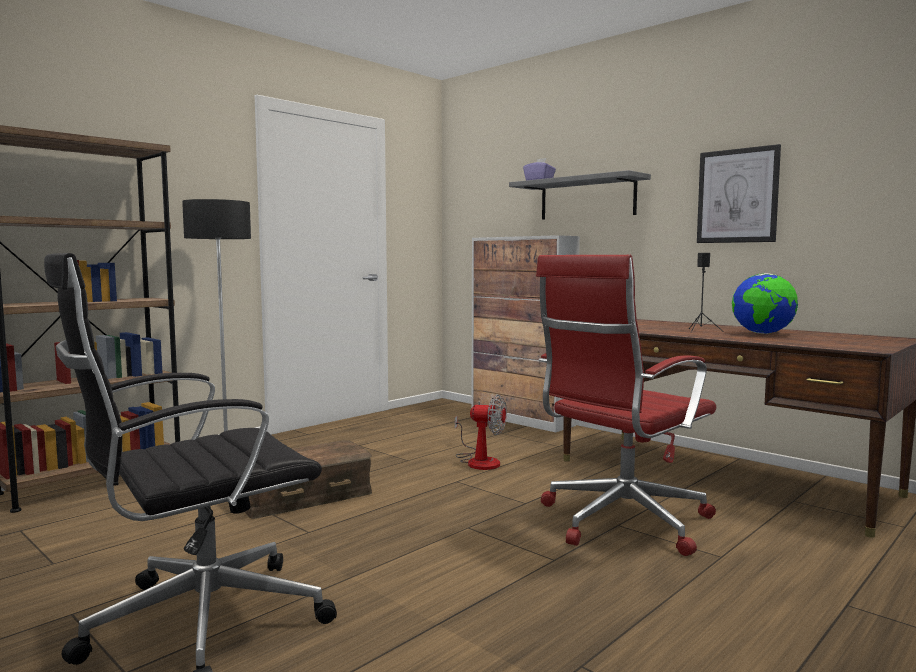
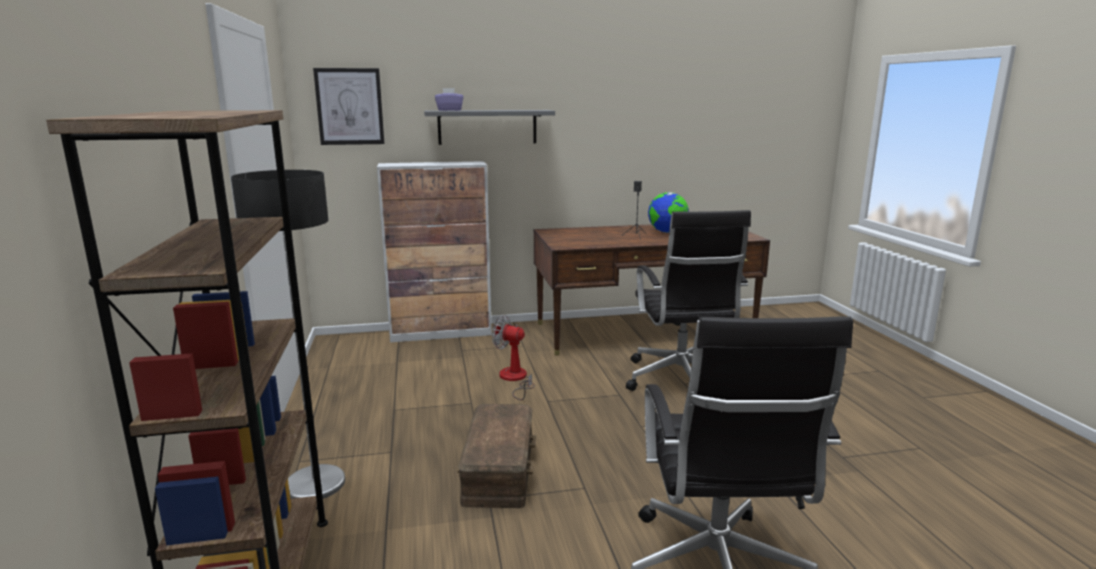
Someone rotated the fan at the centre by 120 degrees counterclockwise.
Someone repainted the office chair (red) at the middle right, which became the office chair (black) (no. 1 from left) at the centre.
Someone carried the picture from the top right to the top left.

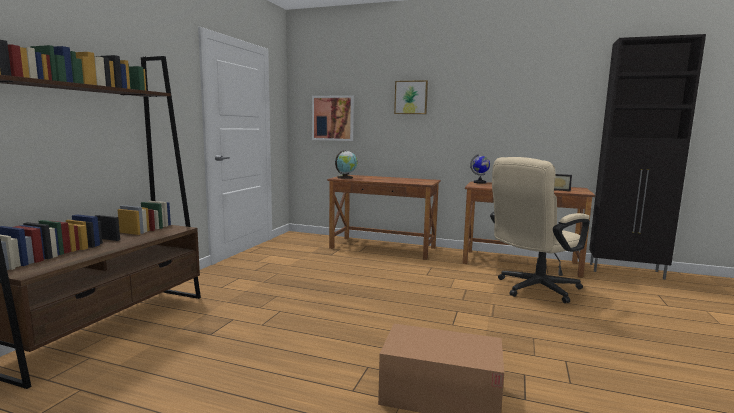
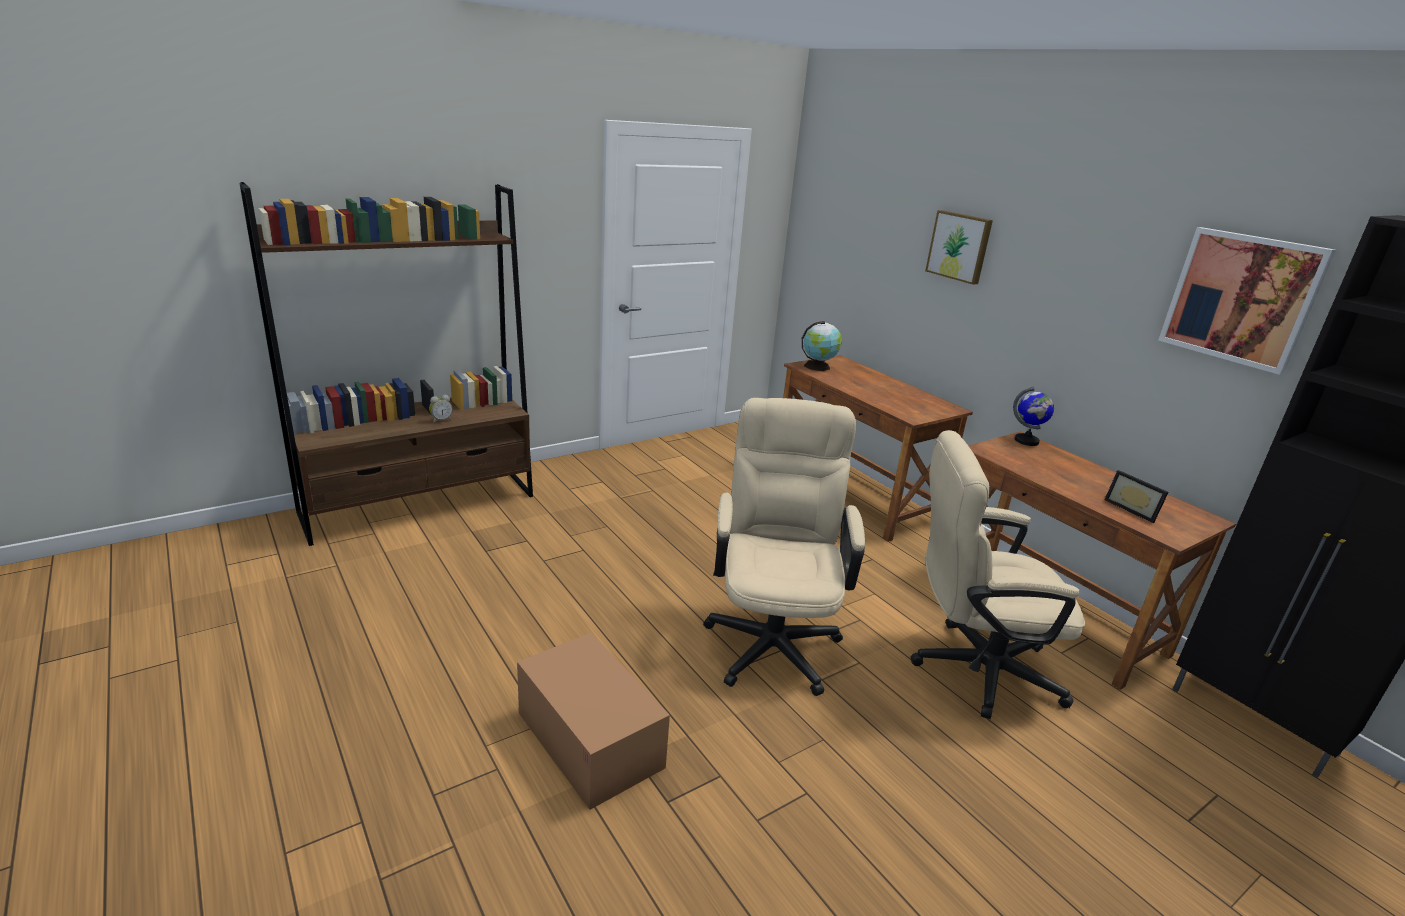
Someone carried the picture (no. 1 from left in the first image) from the top centre to the top right.
Someone put down the alarm clock at the middle left.
Someone put down the office chair (beige) (no. 1 from left) at the centre.

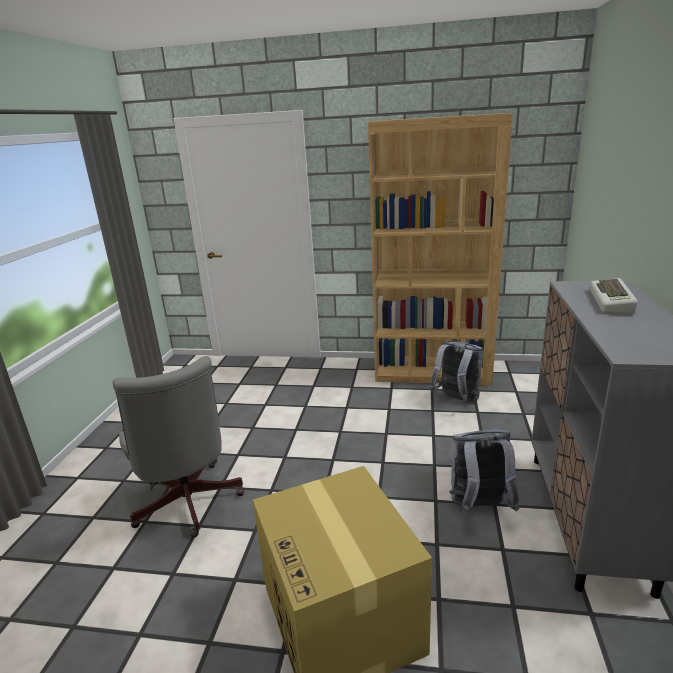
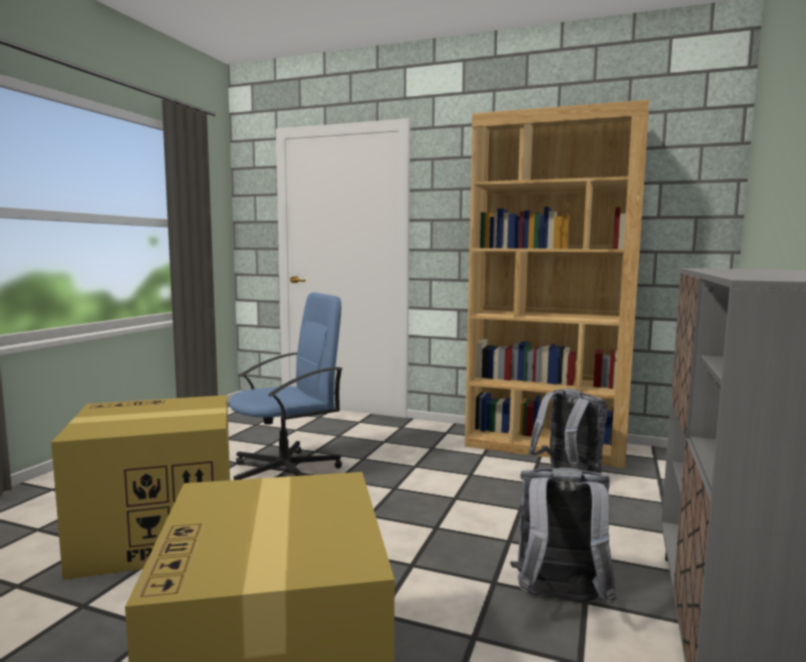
Someone swapped the office chair (grey) at the middle left for the cardboard box (no. 1 from left) at the bottom left.
Someone took away the keyboard at the middle right.
Someone put down the office chair (blue) at the centre.

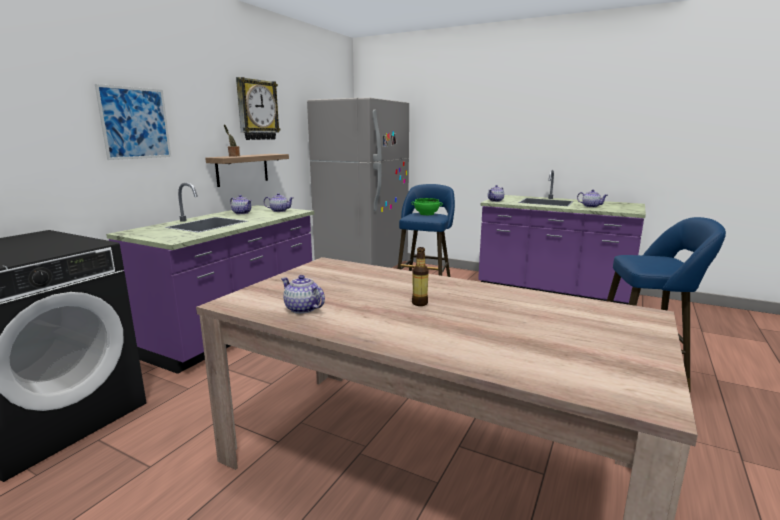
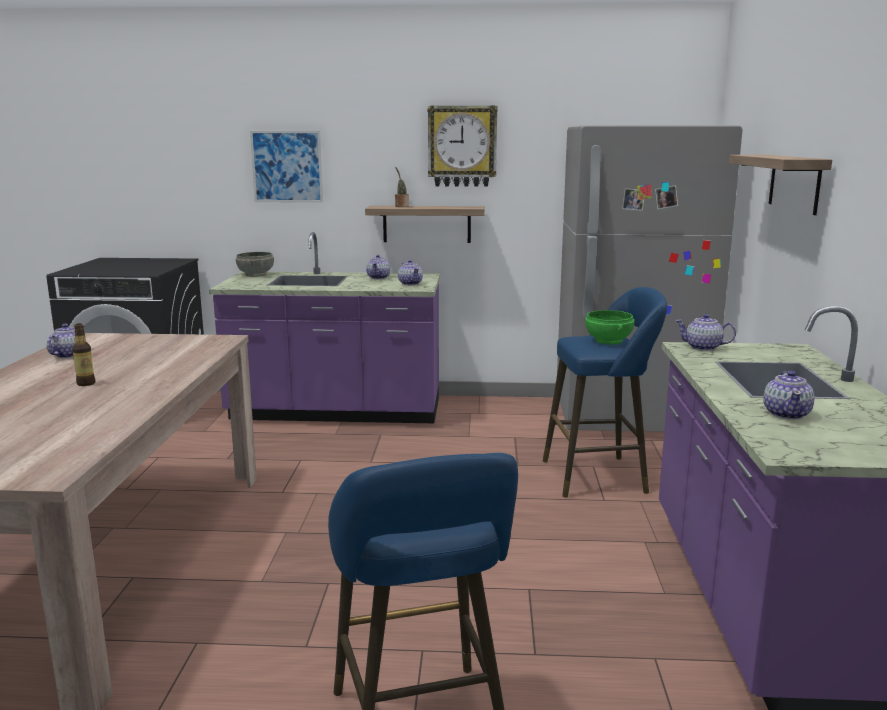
Someone put down the bowl (grey) at the middle left.
Someone put up the shelf (no. 2 from left) at the top right.

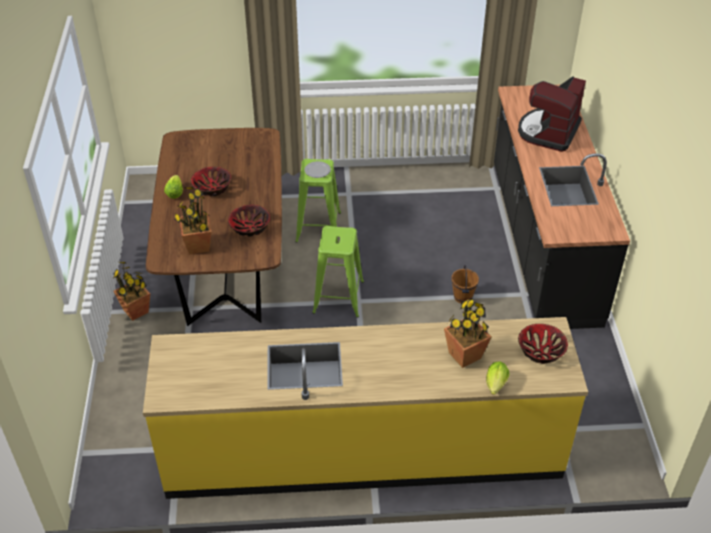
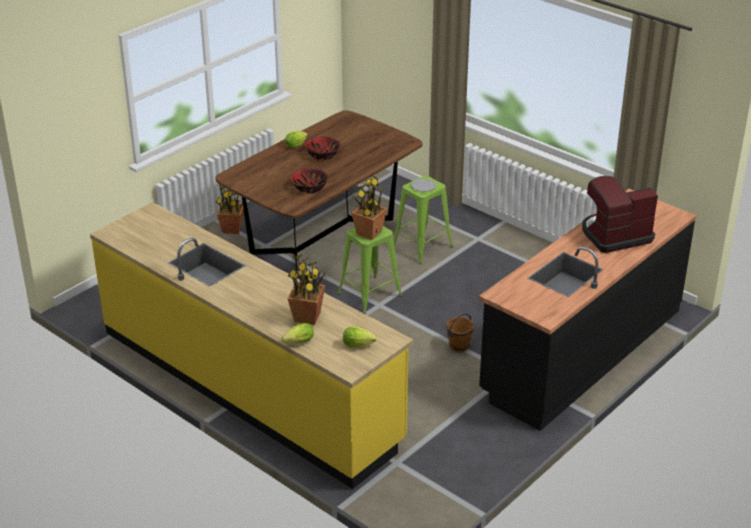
Someone carried the potted plant (no. 2 from left in the first image) from the middle left to the centre.
Someone swapped the bowl (no. 3 from left) at the middle right for the lettuce (no. 3 from left) at the centre.

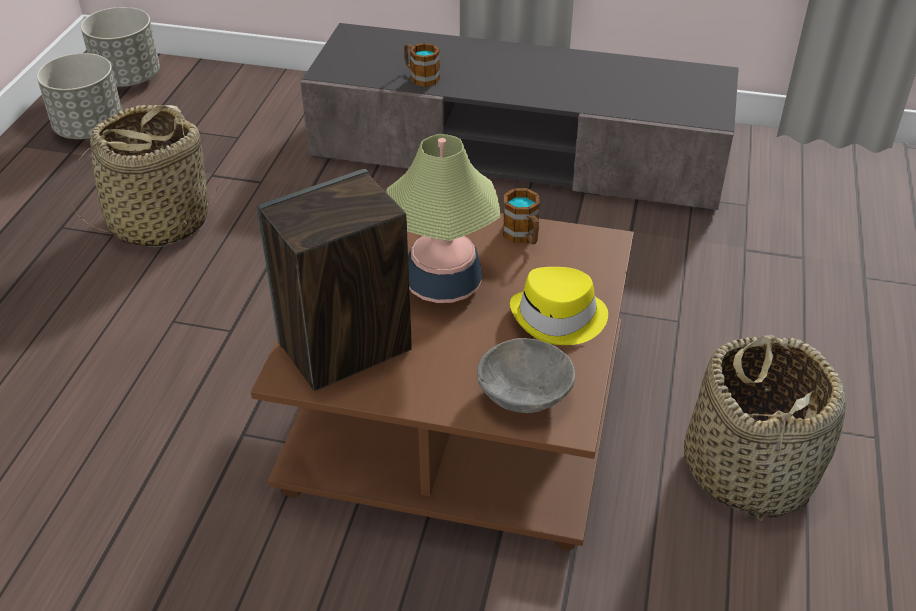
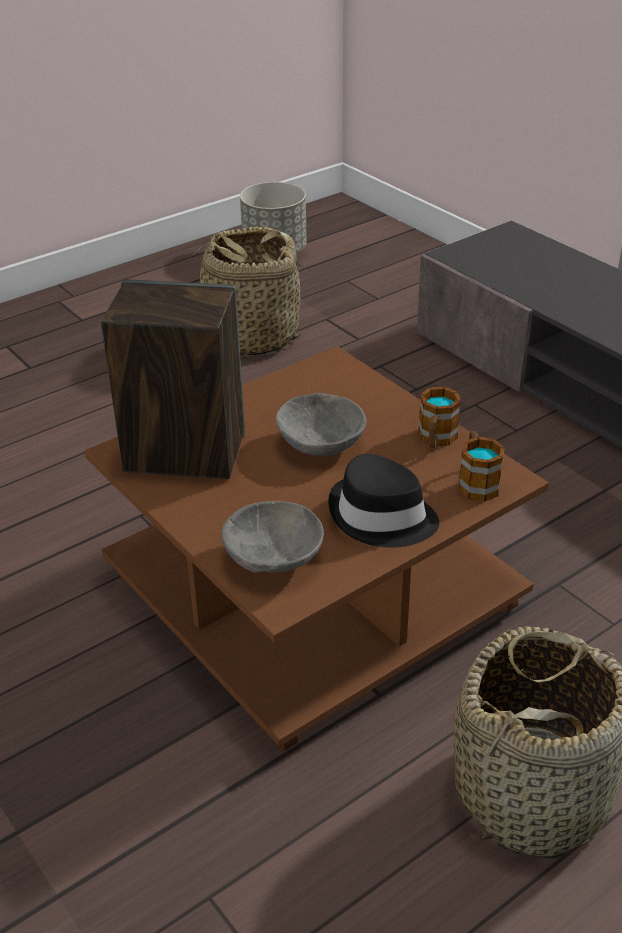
Someone took away the planter (grey) (no. 2 from left) at the top left.
Someone swapped the table lamp at the centre for the bowl (grey) (no. 2 from left) at the centre.
Someone carried the mug (no. 1 from left in the first image) from the top centre to the middle right.
Someone repainted the hat (yellow) at the centre, which became the hat (black) at the centre.

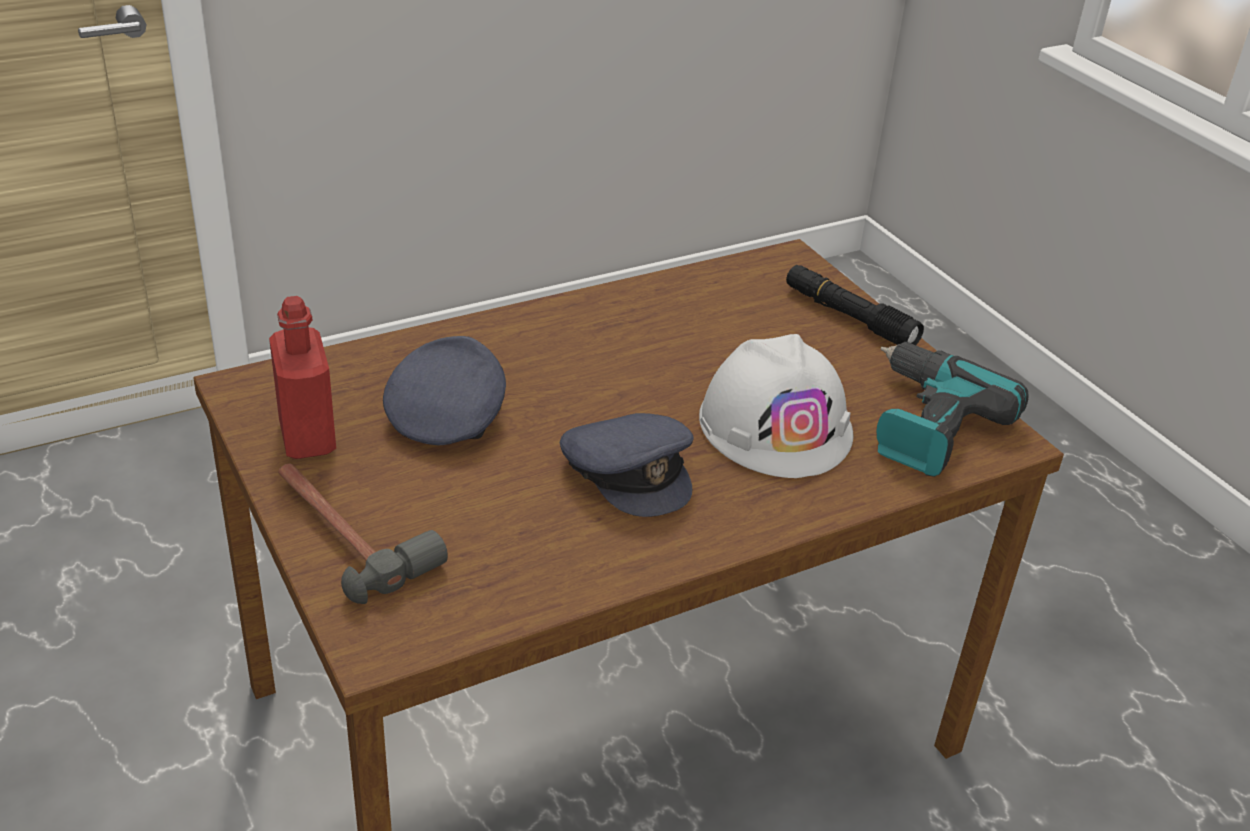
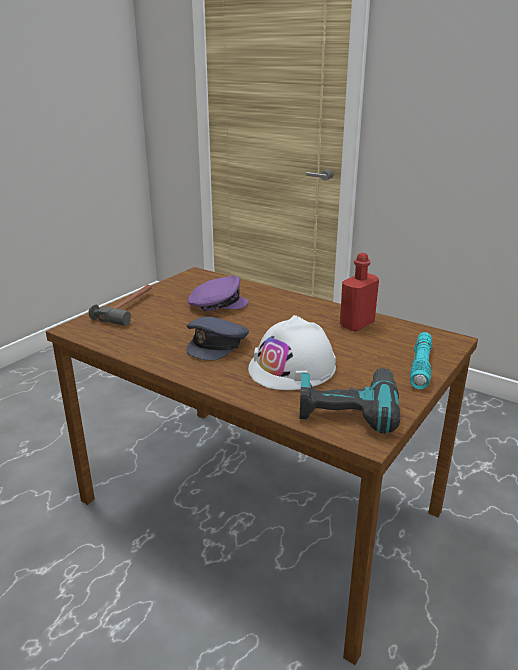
Someone carried the bottle (red) from the middle left to the middle right.
Someone repainted the cap (grey) (no. 1 from left) at the centre, which became the cap (purple) at the centre.
Someone repainted the flashlight (black) at the middle right, which became the flashlight (turquoise) at the middle right.

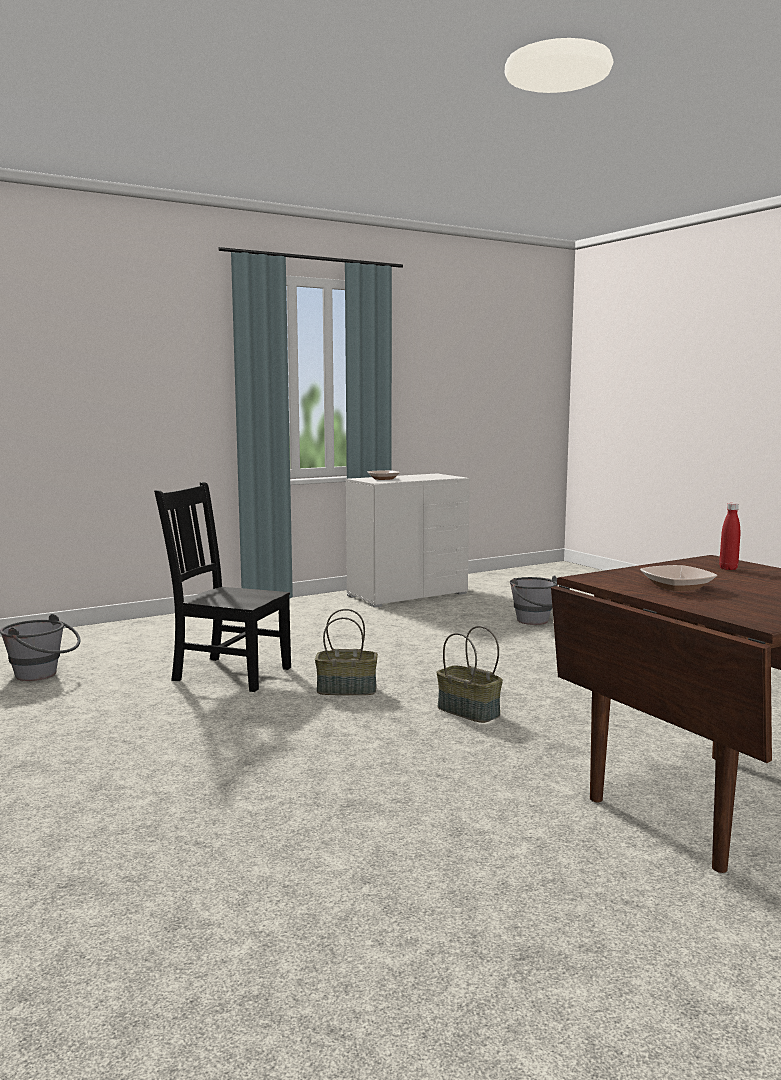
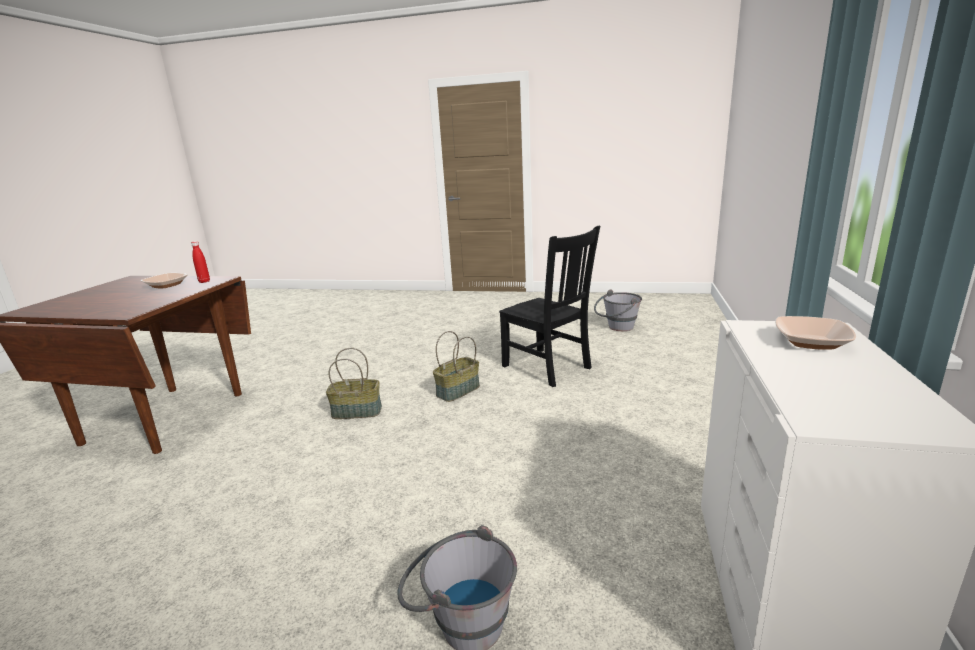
Someone rotated the chair (black) at the middle left by 75 degrees clockwise.
Someone carried the bottle (red) from the middle right to the middle left.

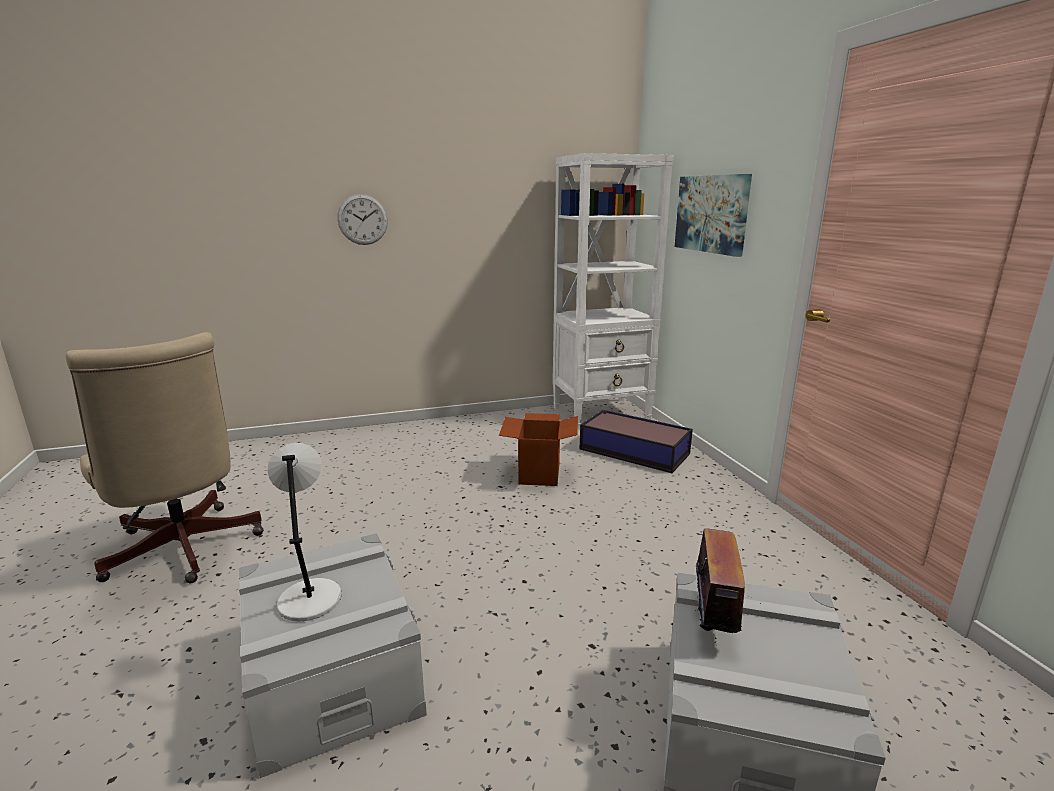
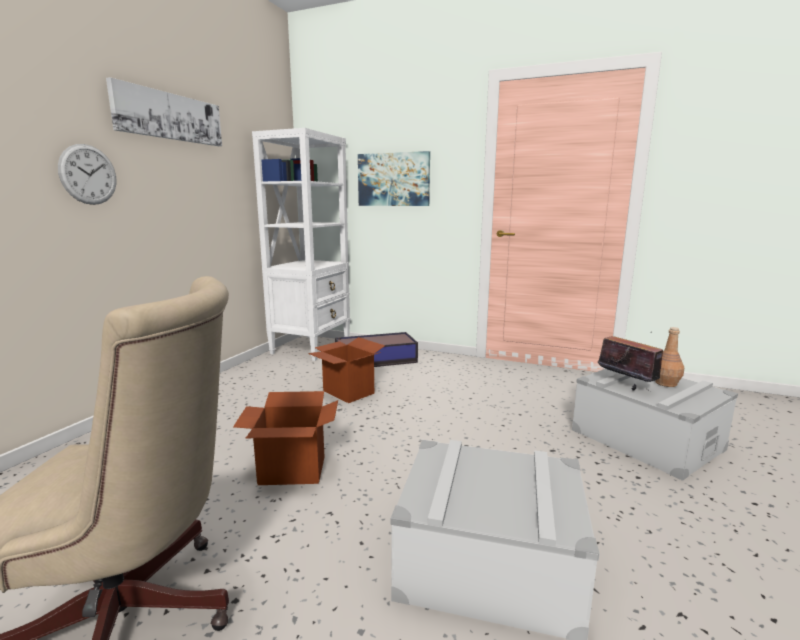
Someone took away the table lamp (grey) at the bottom left.
Someone put up the picture (no. 1 from left) at the top left.
Someone put down the cardboard box (no. 1 from left) at the bottom centre.
Someone put down the bottle (brown) at the middle right.

